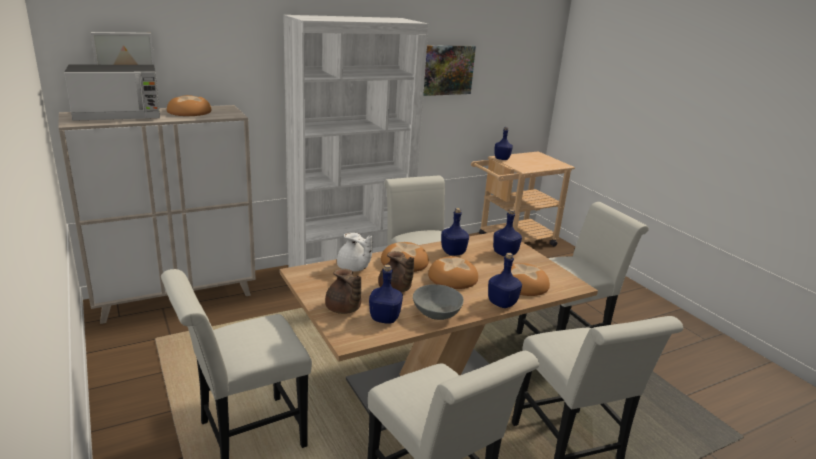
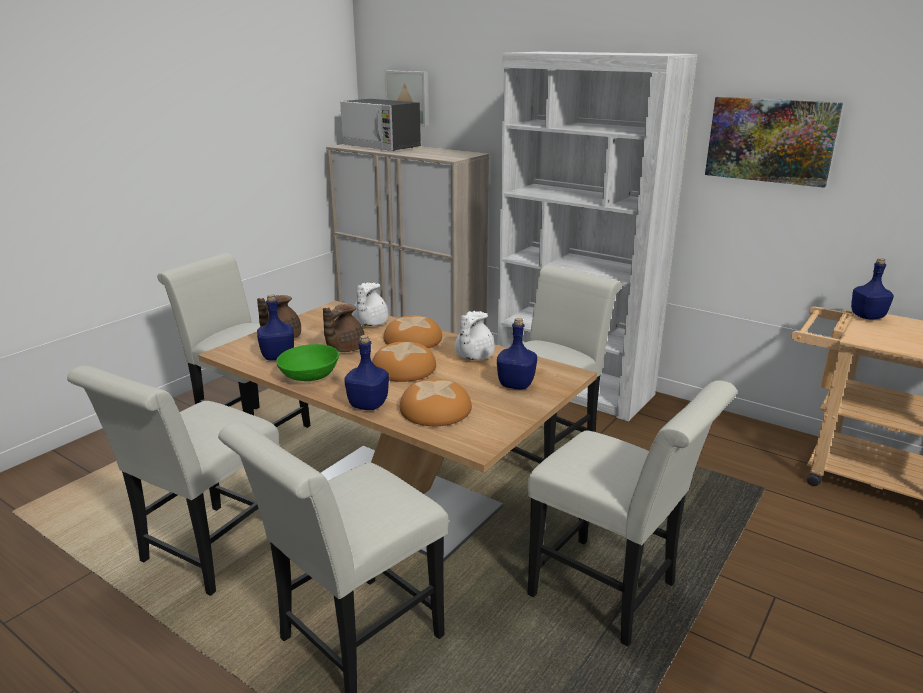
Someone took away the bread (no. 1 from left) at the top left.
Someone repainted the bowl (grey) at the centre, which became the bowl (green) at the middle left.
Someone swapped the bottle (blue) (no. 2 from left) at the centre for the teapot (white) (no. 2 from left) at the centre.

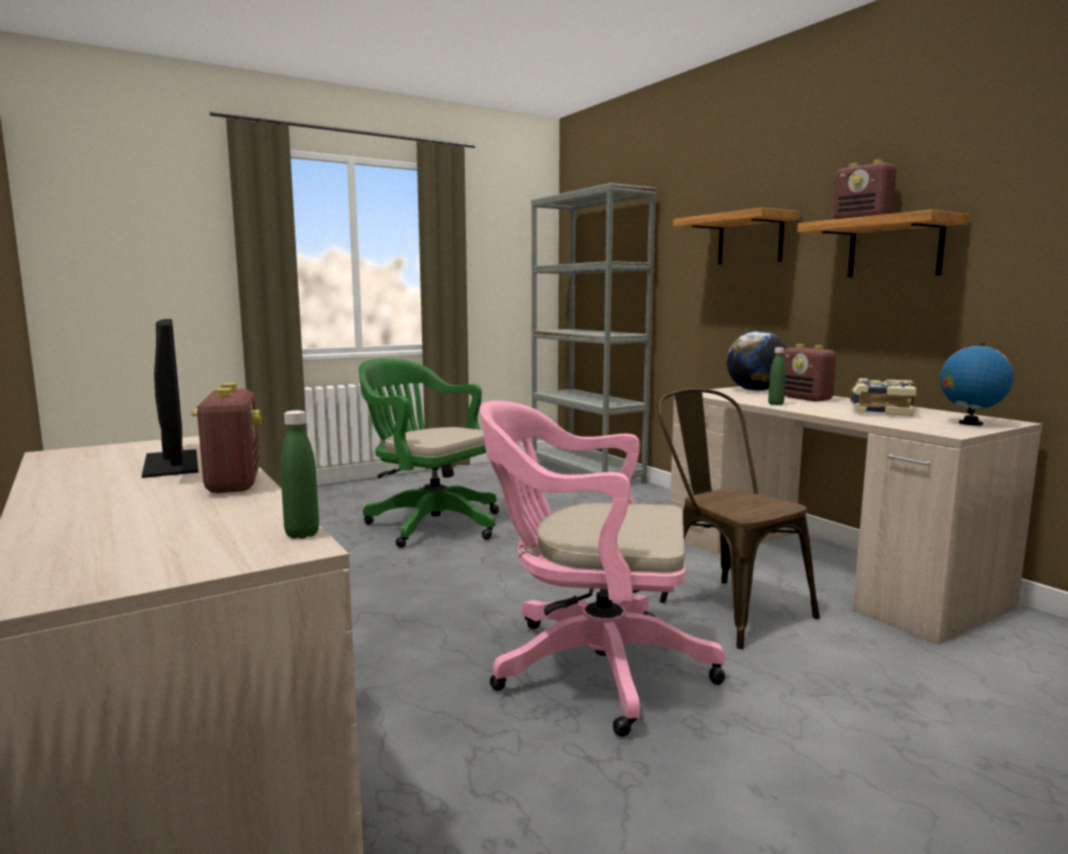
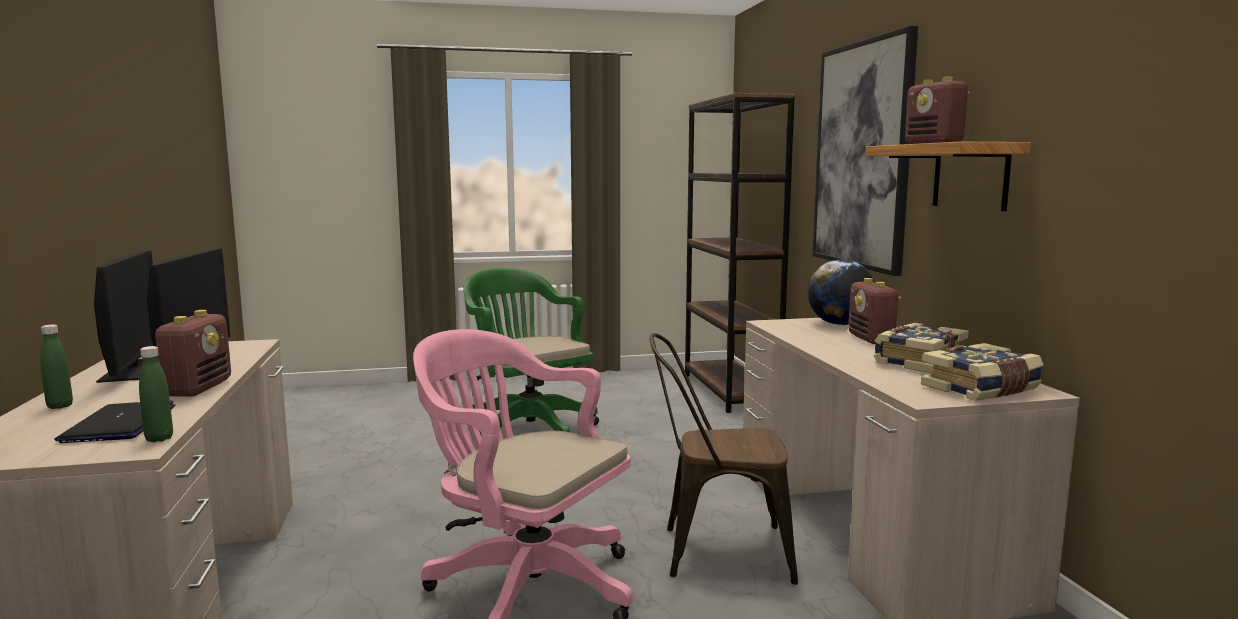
Someone repainted the bookcase (grey) at the centre, which became the bookcase (brown) at the centre.
Someone rotated the chair (brown) at the middle right by 75 degrees counterclockwise.
Someone swapped the shelf (no. 1 from left) at the top right for the picture at the top right.
Someone carried the bottle (green) (no. 2 from left in the first image) from the middle right to the middle left.
Someone swapped the globe (no. 2 from left) at the middle right for the book (no. 2 from left) at the middle right.
Someone put down the laptop at the bottom left.
Someone put down the monitor (no. 1 from left) at the middle left.

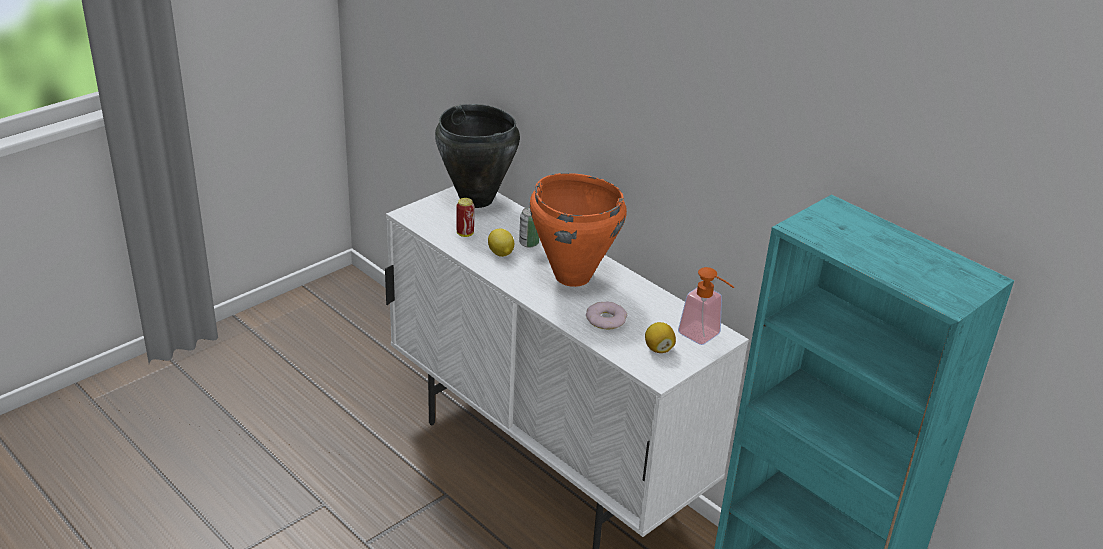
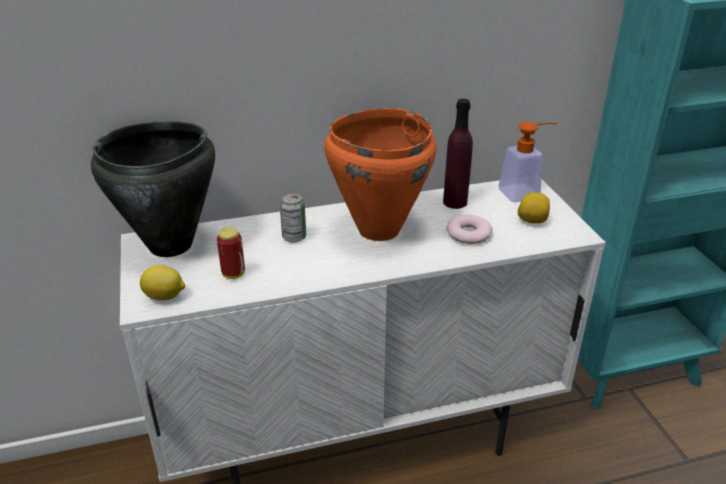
Someone carried the lemon (no. 1 from left) from the centre to the middle left.
Someone put down the bottle (purple) at the top centre.

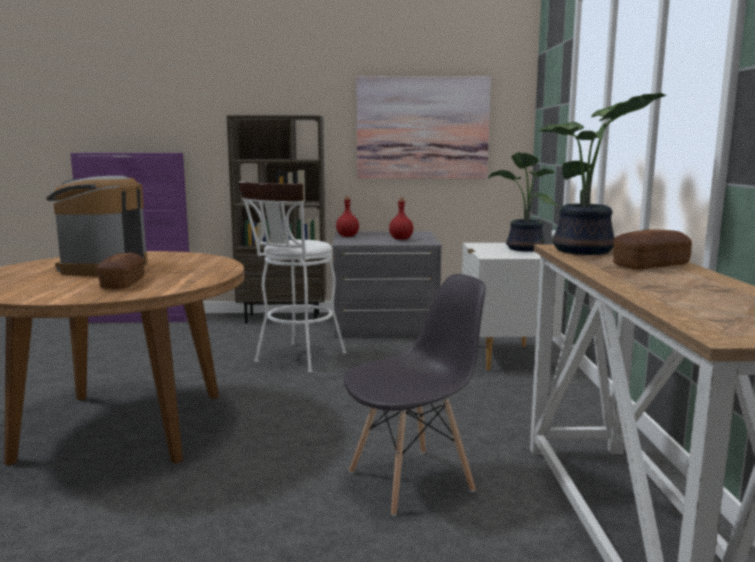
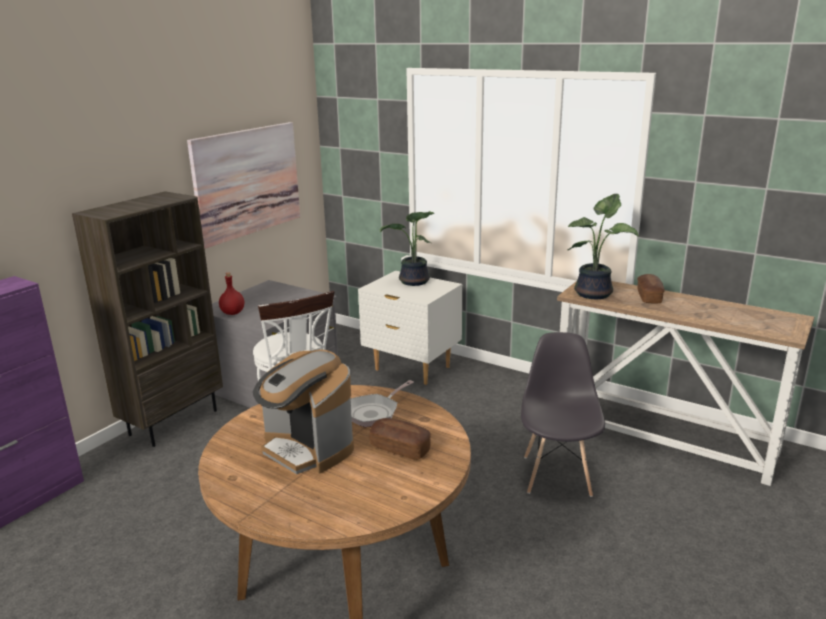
Someone took away the bottle (red) (no. 2 from left) at the centre.
Someone put down the frying pan at the centre.

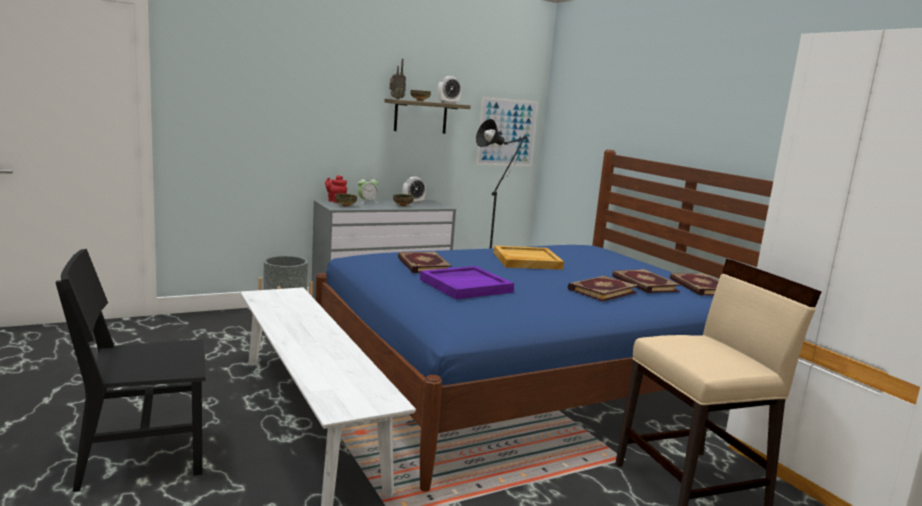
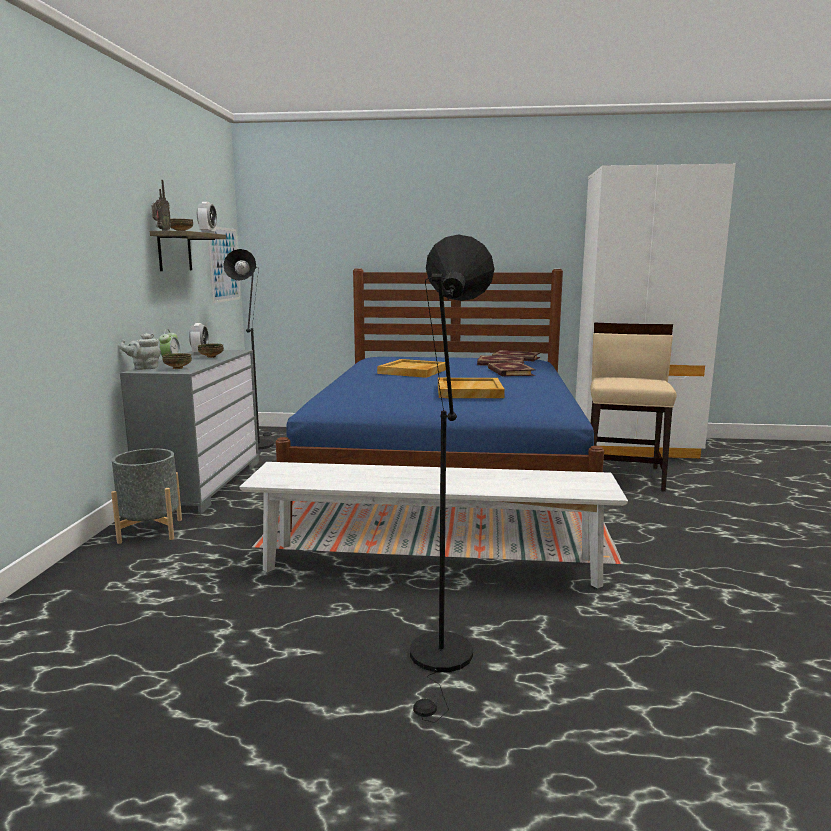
Someone swapped the chair (black) at the bottom left for the floor lamp (black) (no. 2 from left) at the centre.
Someone repainted the teapot (red) at the centre, which became the teapot (grey) at the middle left.
Someone took away the book (no. 1 from left) at the centre.
Someone repainted the tray (purple) at the centre, which became the tray (beige) (no. 2 from left) at the centre.

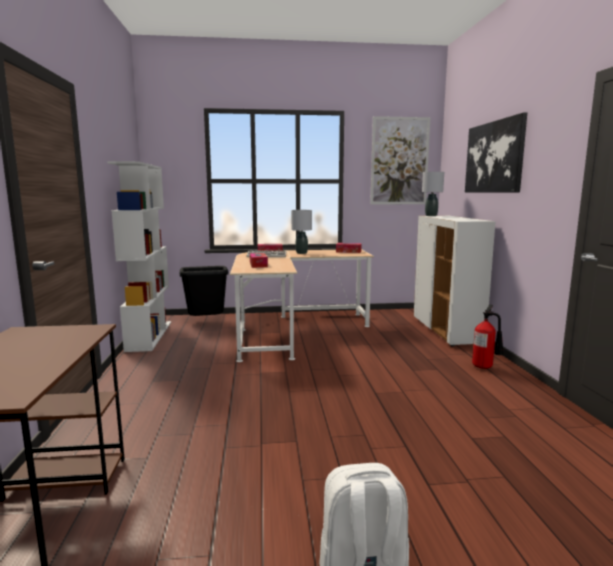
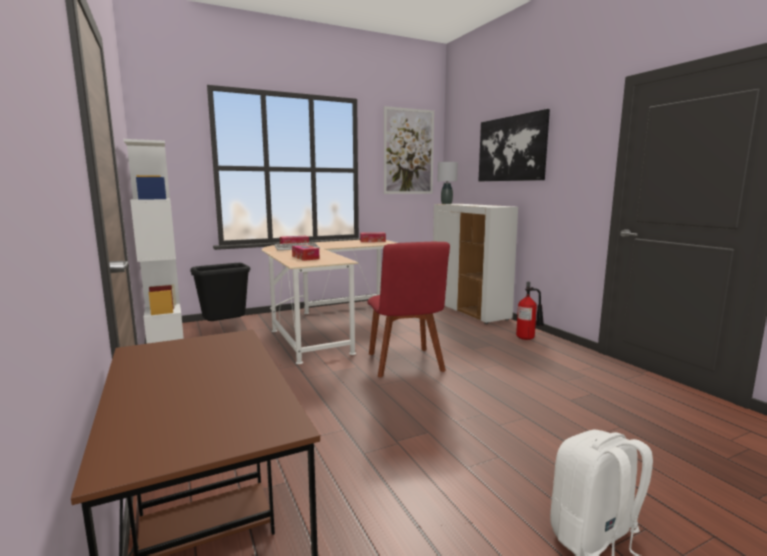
Someone took away the table lamp (grey) (no. 1 from left) at the centre.
Someone put down the chair (red) at the centre.

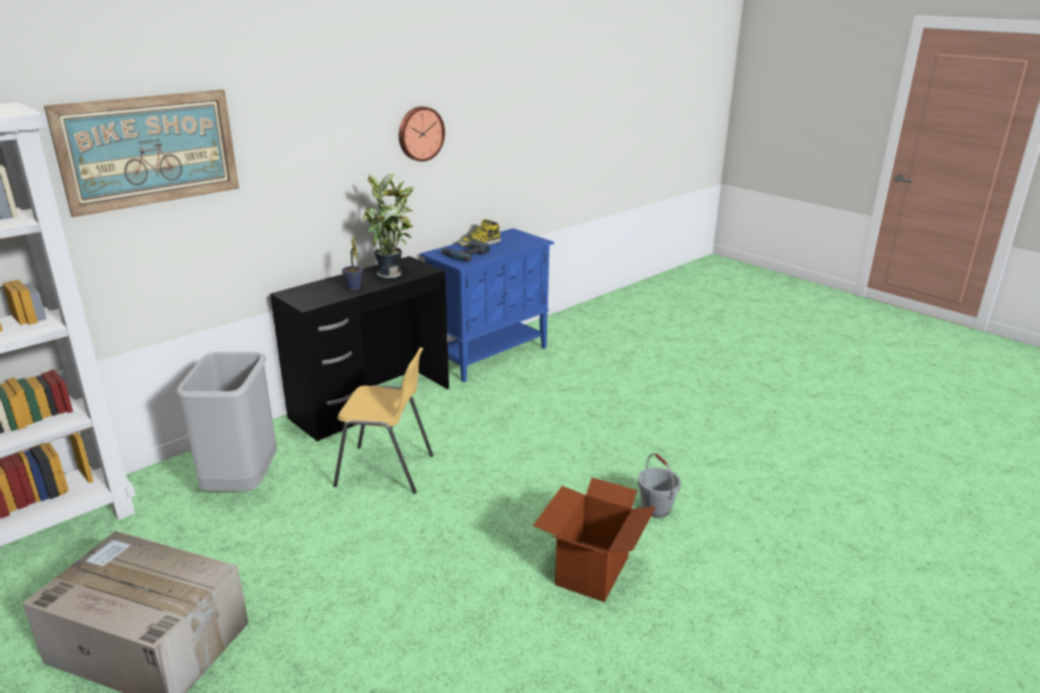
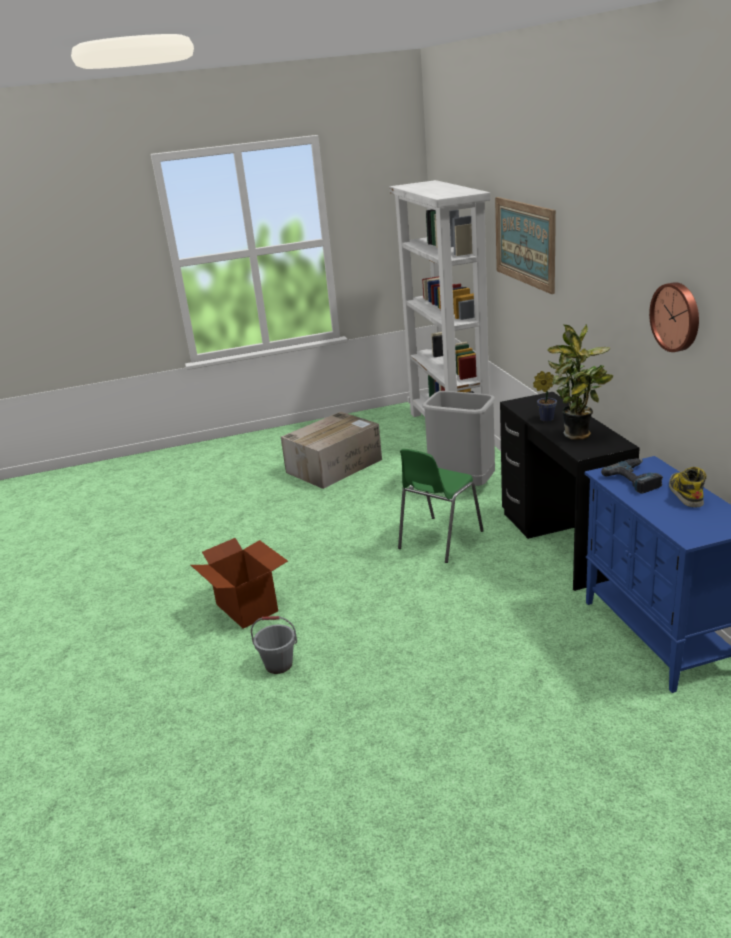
Someone repainted the chair (yellow) at the centre, which became the chair (green) at the centre.

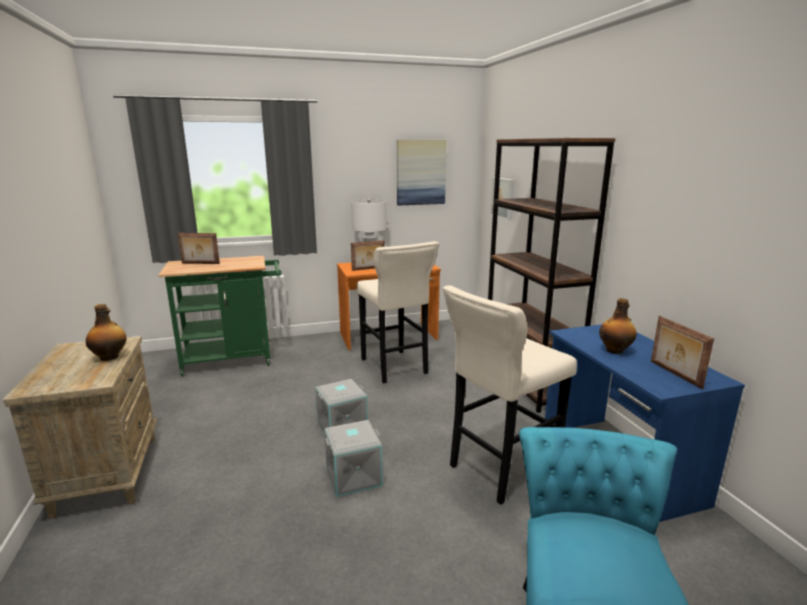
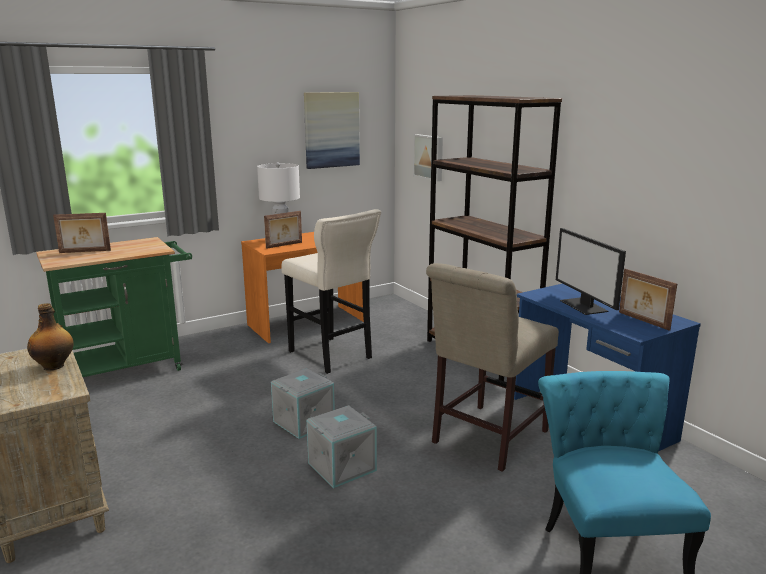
Someone swapped the stool (beige) (no. 2 from left) at the centre for the chair (beige) at the centre.
Someone swapped the bottle (no. 2 from left) at the middle right for the monitor at the middle right.

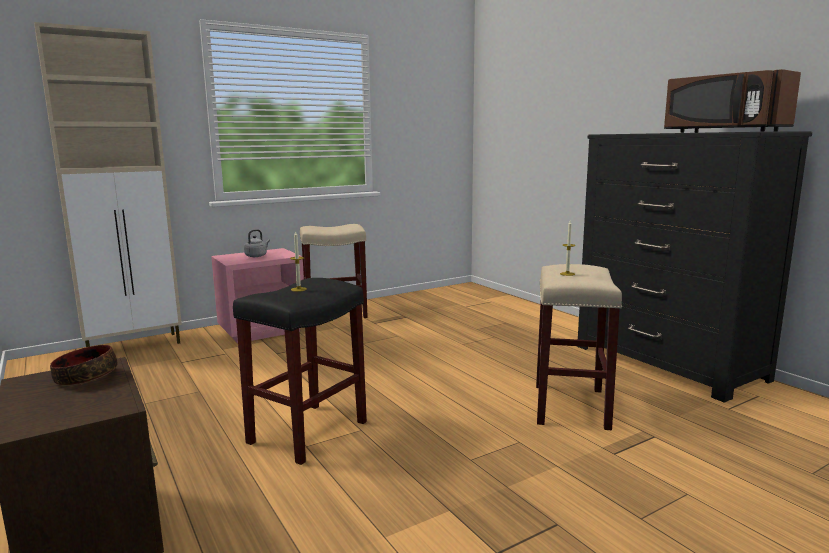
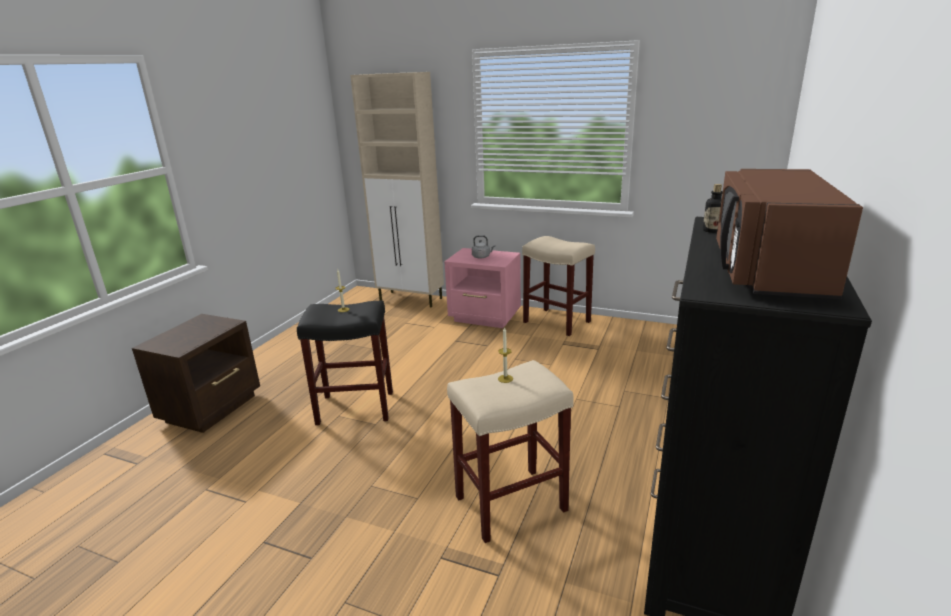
Someone took away the bowl at the middle left.
Someone put down the bottle at the middle right.

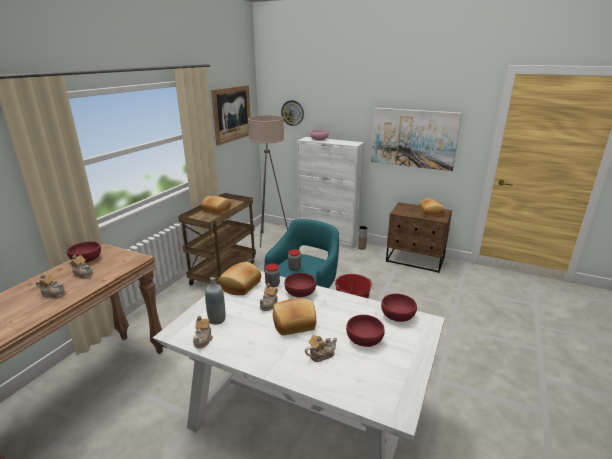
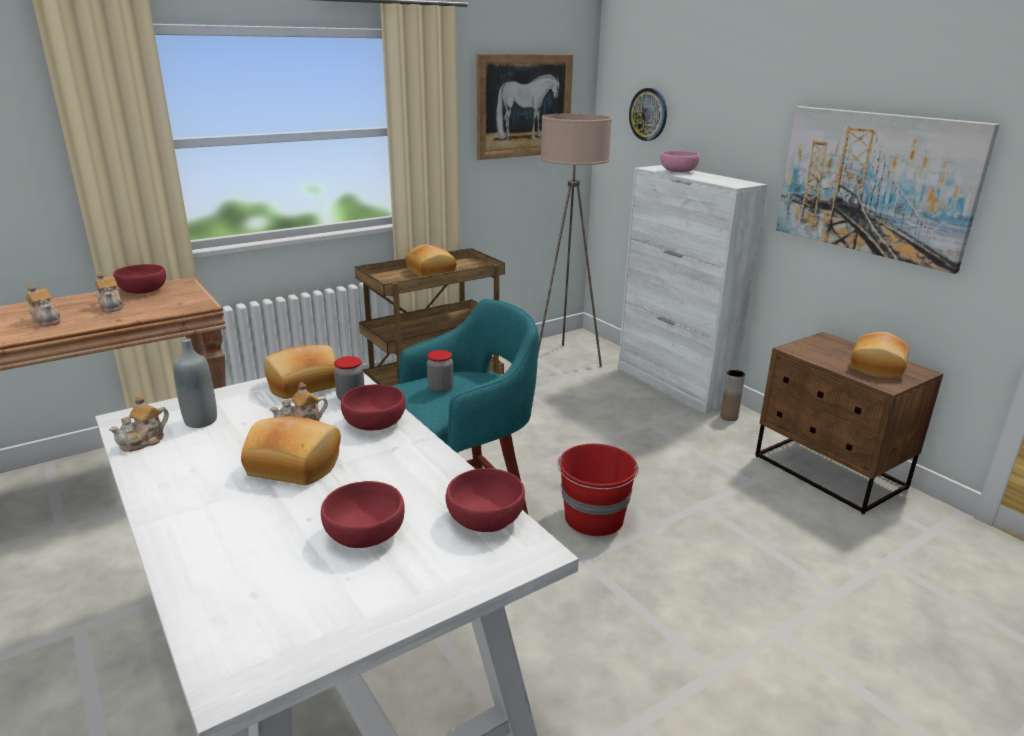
Someone took away the teapot (no. 5 from left) at the bottom centre.

